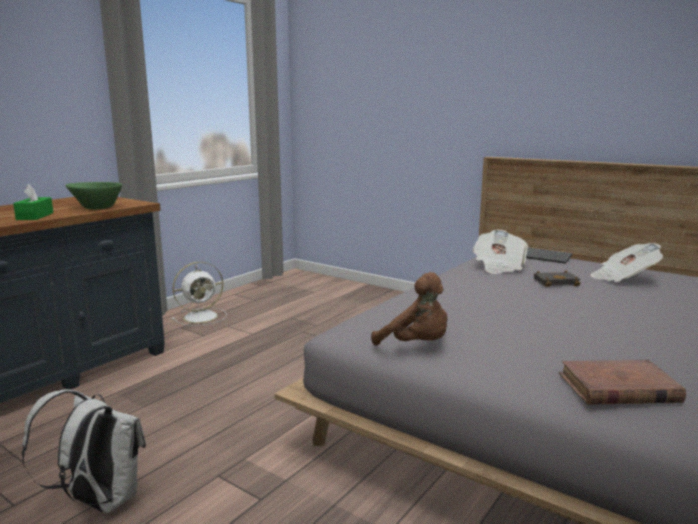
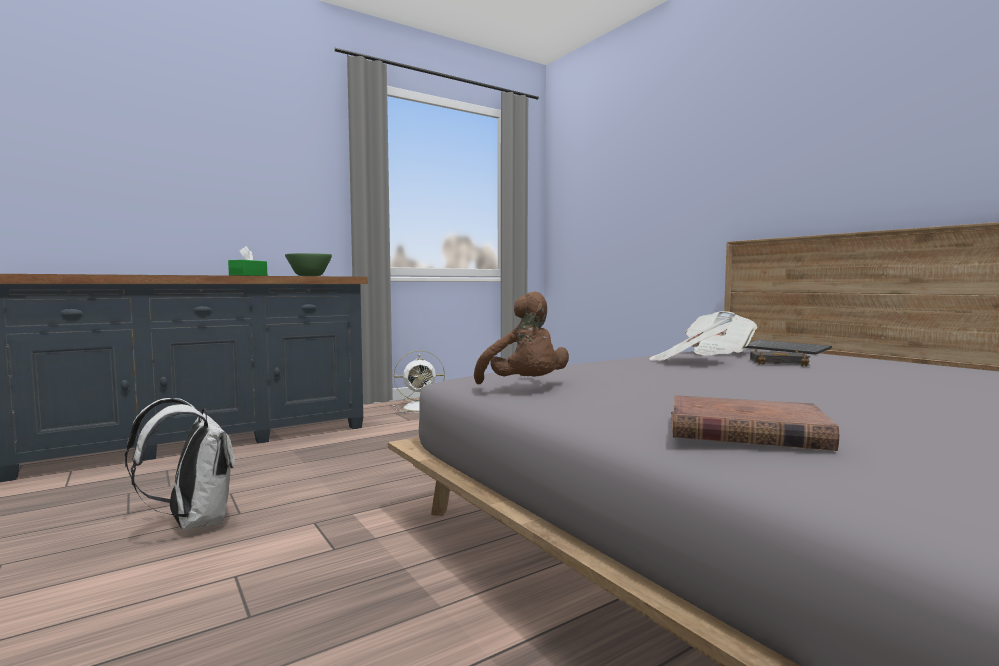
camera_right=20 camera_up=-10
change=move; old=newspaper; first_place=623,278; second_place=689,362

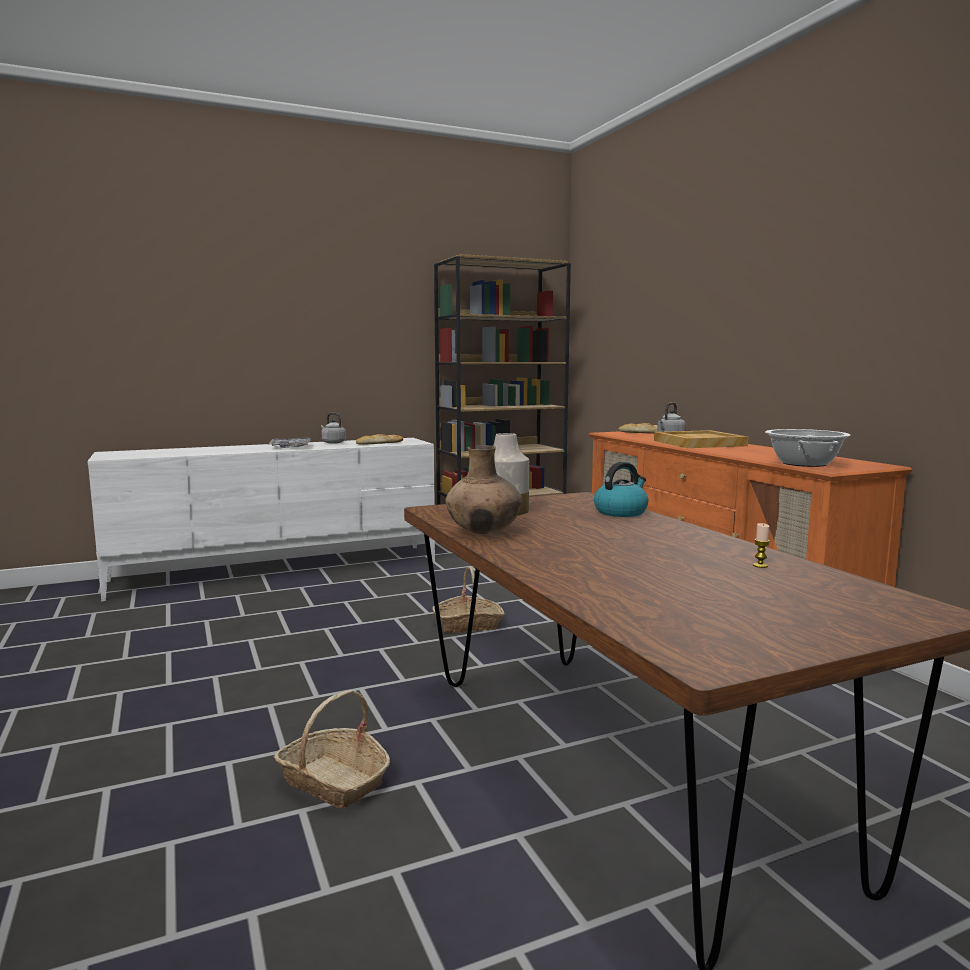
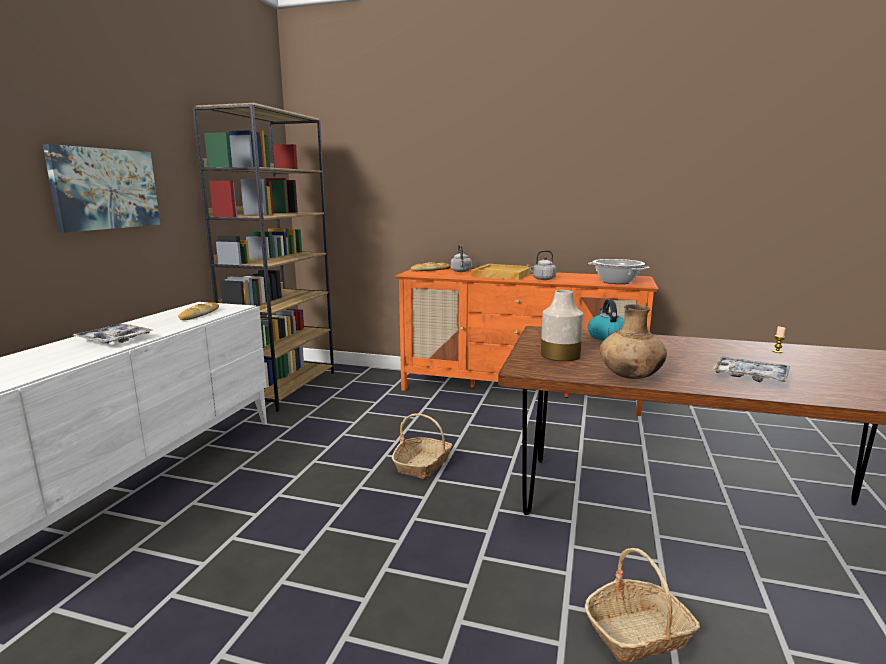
camera_right=-50 camera_up=5
change=insert; new=picture; second_place=105,189
change=move; old=grey kettle; first_place=332,442; second_place=542,279
change=insert; new=tray; second_place=750,377

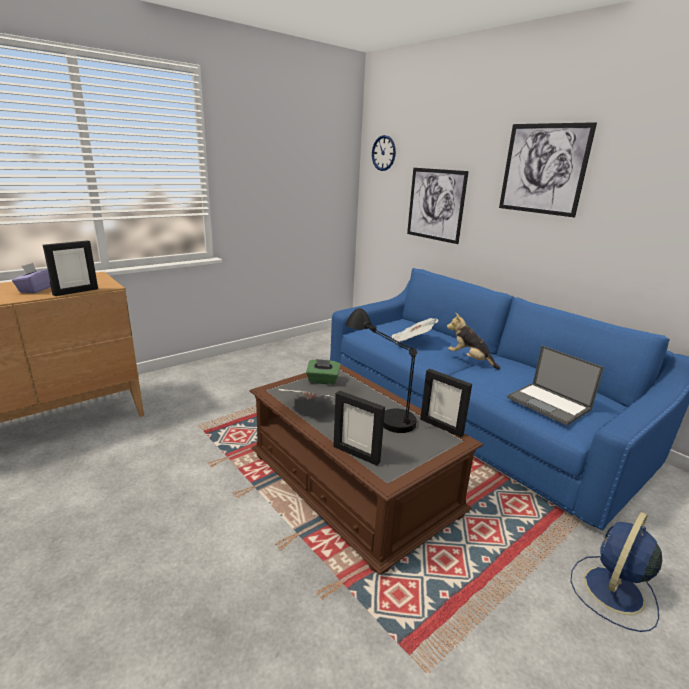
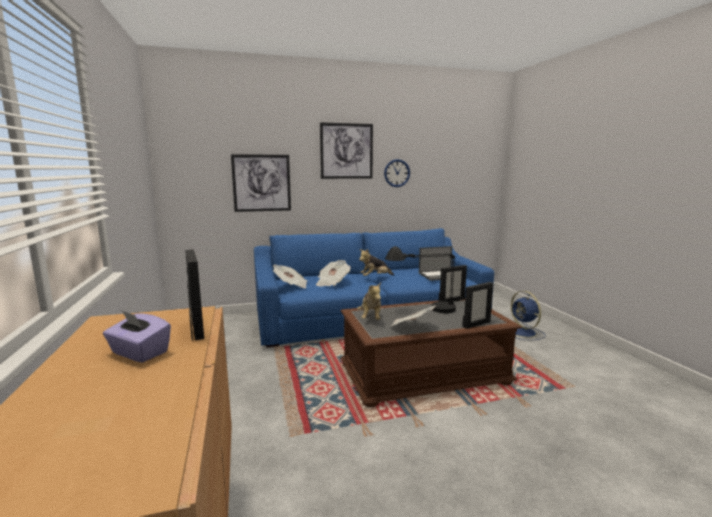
camera_right=-65 camera_up=-10
change=insert; new=newspaper; second_place=291,285
change=replace; old=green tissue box; new=plush toy; first_place=323,381; second_place=371,318
change=move; old=wall clock; first_place=383,153; second_place=397,173

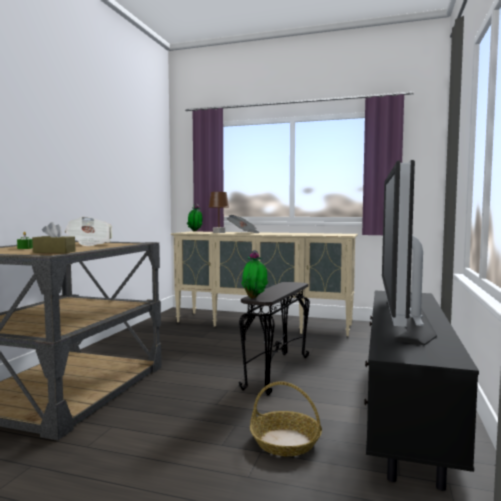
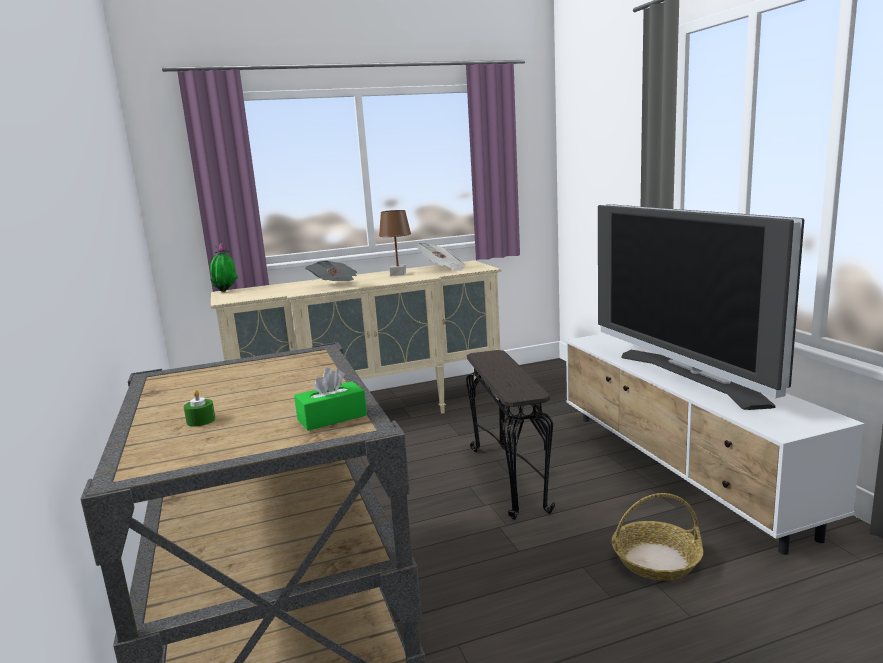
camera_right=-35 camera_up=10
change=recolor; old=brown tissue box; new=green tissue box; first_place=54,252; second_place=332,417
change=move; old=brown table lamp; first_place=218,232; second_place=398,274
change=move; old=newspaper; first_place=89,244; second_place=442,269
change=recolor; old=black tv stand; new=white tv stand; first_place=404,406; second_place=679,469
change=delete; old=potted plant; first_place=255,298

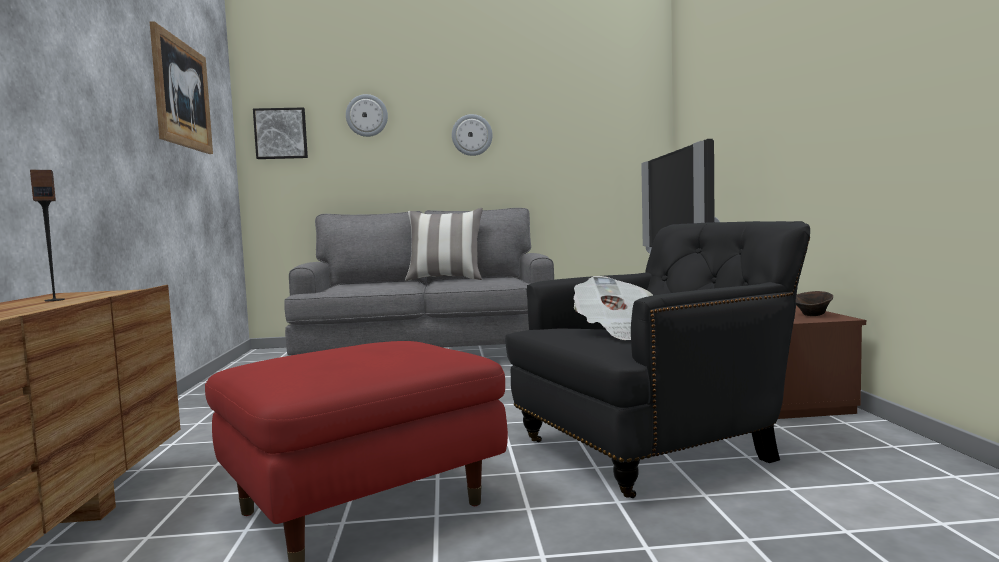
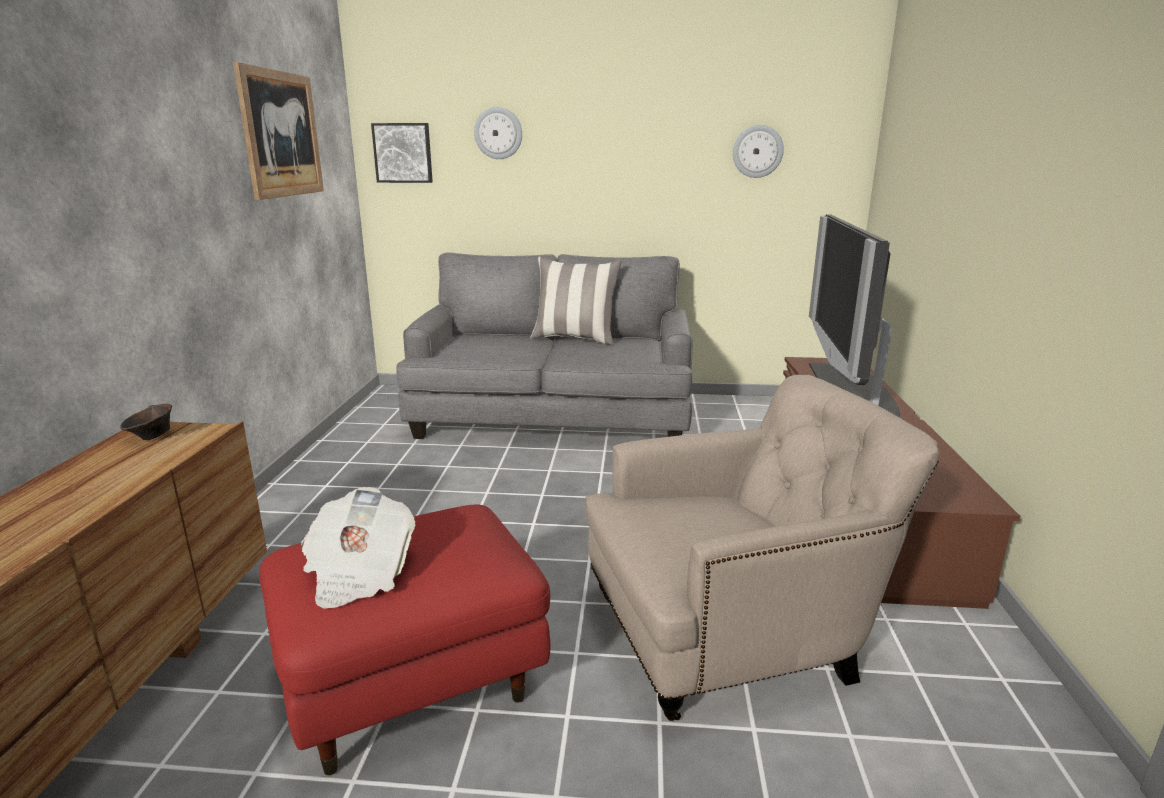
camera_right=10 camera_up=15
change=move; old=brown bowl; first_place=812,315; second_place=152,437
change=move; old=newspaper; first_place=617,331; second_place=359,573
change=recolor; old=black armchair; new=beige armchair; first_place=655,448; second_place=732,636
change=move; old=wall clock; first_place=472,135; second_place=757,151
change=delete; old=speaker; first_place=54,300

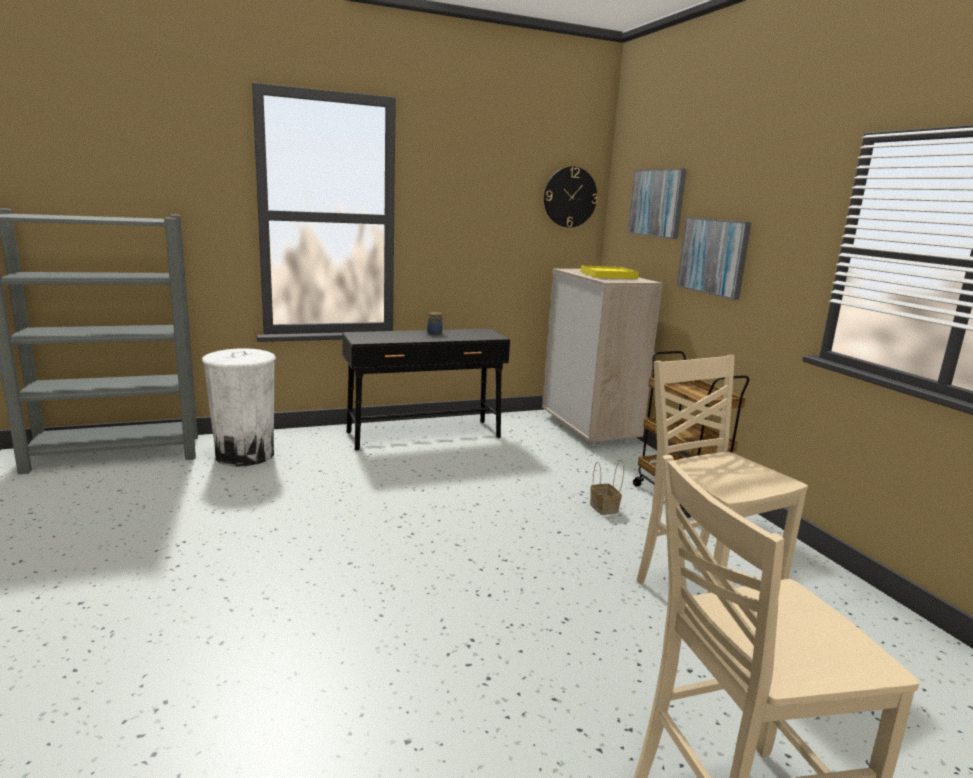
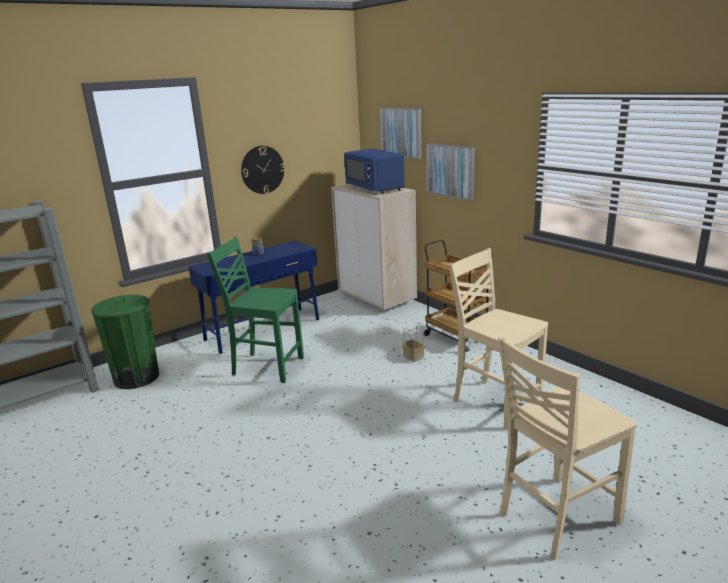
camera_right=-15 camera_up=5
change=recolor; old=white trash can; new=green trash can; first_place=245,455; second_place=136,377
change=recolor; old=black console table; new=blue console table; first_place=424,435; second_place=263,330
change=insert; new=green chair; second_place=266,367
change=move; old=wall clock; first_place=570,197; second_place=262,169
change=replace; old=yellow tray; new=blue microwave; first_place=608,275; second_place=375,188

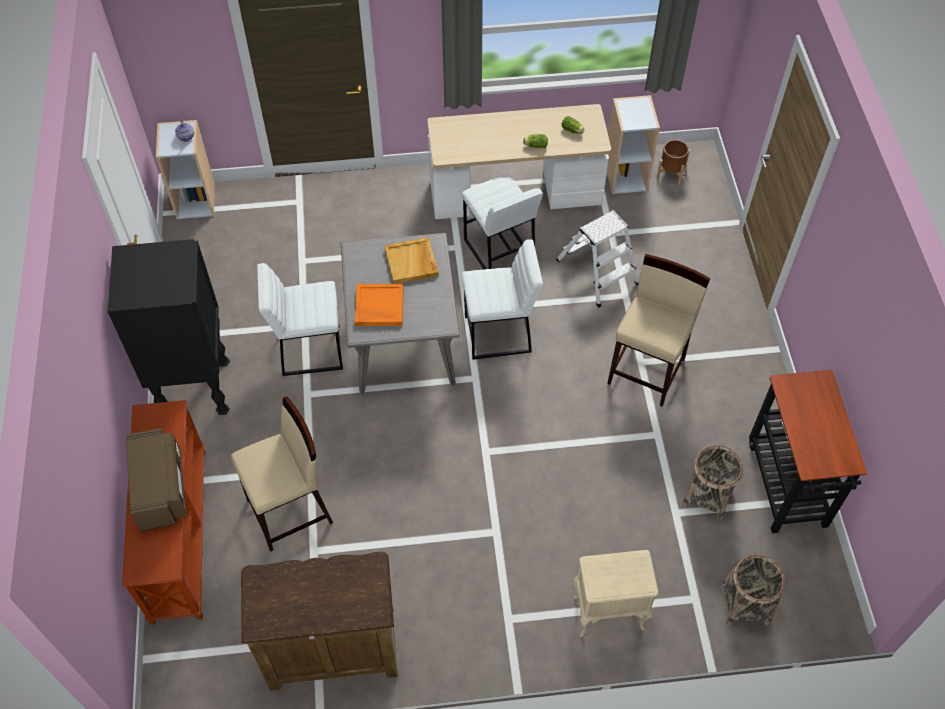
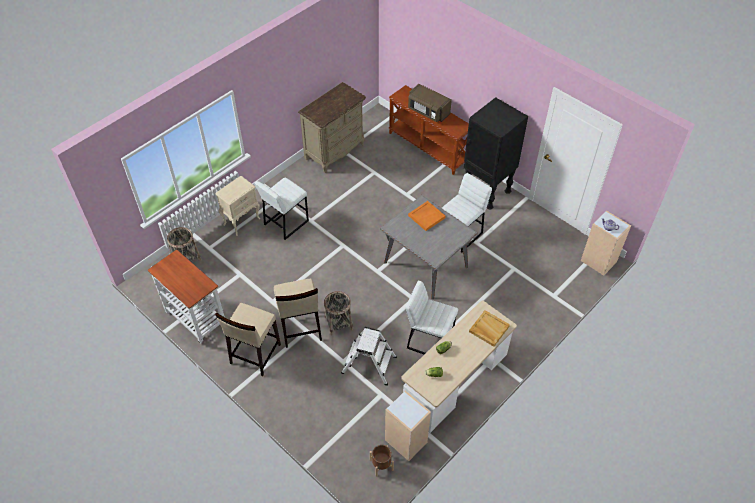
camera_right=140 camera_up=-5
change=recolor; old=black cart; new=white cart; first_place=787,486; second_place=195,318
change=move; old=beige stool; first_place=291,511; second_place=255,354
change=move; old=white chair; first_place=499,333; second_place=285,223
change=move; old=basket; first_place=707,496; second_place=338,322
change=move; old=beige tray; first_place=412,262; second_place=488,329

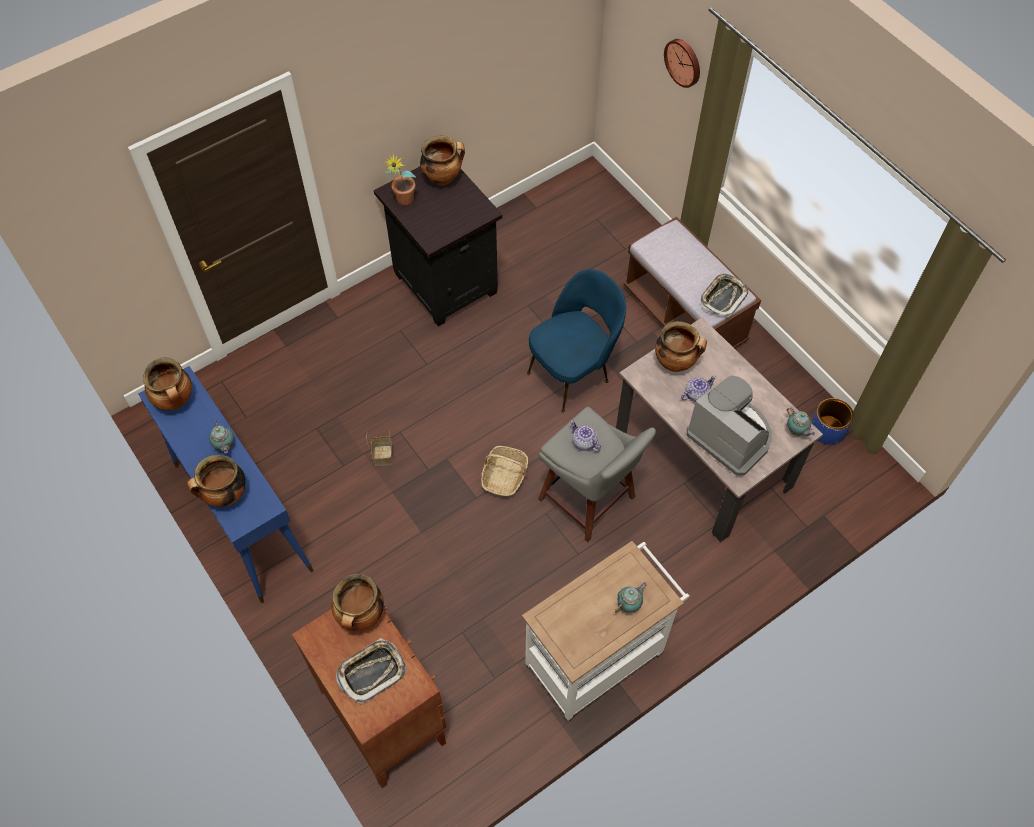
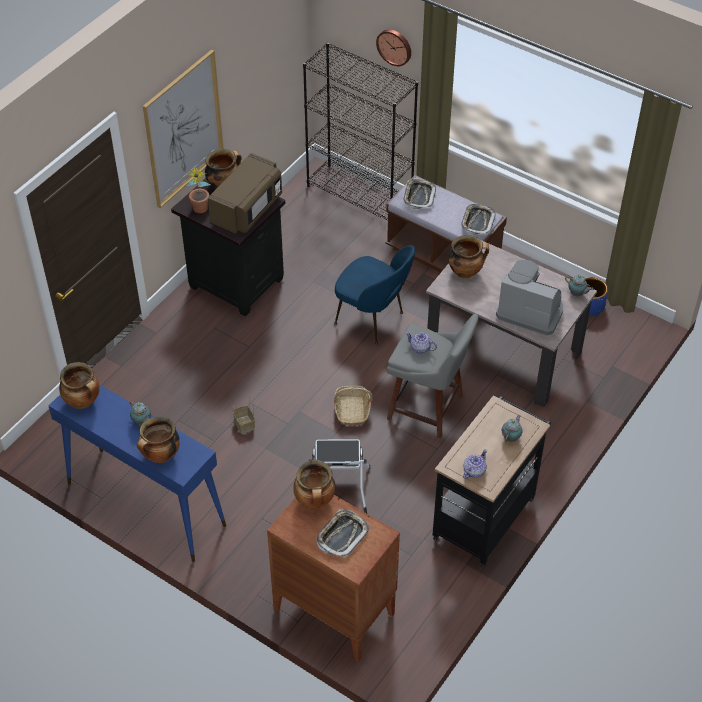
camera_right=-20 camera_up=-10
change=insert; new=picture; second_place=183,129
change=insert; new=brown microwave; second_place=247,209
change=insert; new=black bookcase; second_place=360,195
change=insert; new=step ladder; second_place=338,489
change=rotate; old=blue chair; first_place=573,374; second_place=373,321; degrees=90
change=insert; new=tray; second_place=419,196
change=recolor; old=white cart; new=black cart; first_place=598,658; second_place=486,516
change=move; old=teapot; first_place=696,394; second_place=474,471

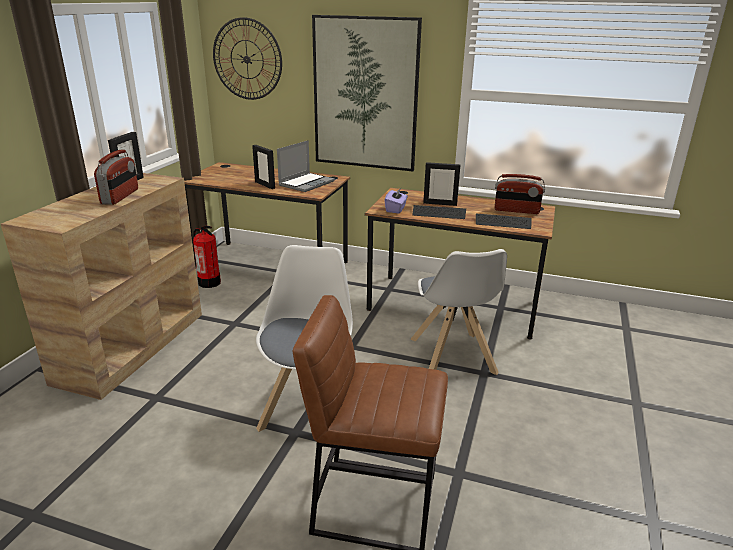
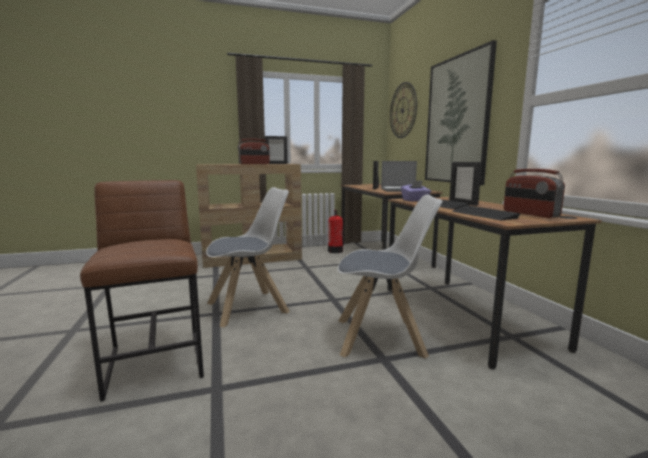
camera_right=55 camera_up=-15
change=rotate; old=chair; first_place=453,357; second_place=382,338; degrees=-135

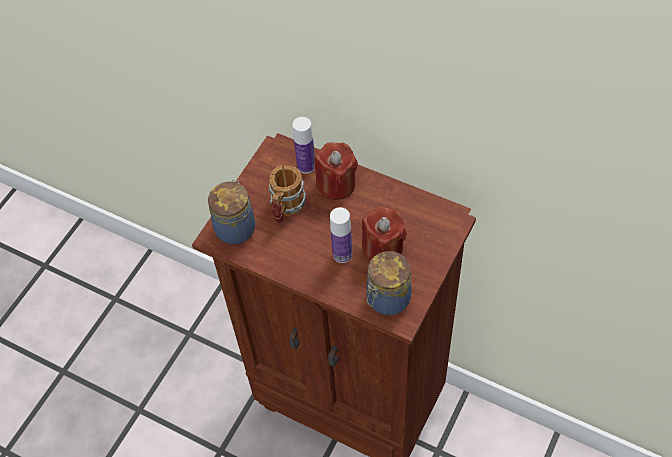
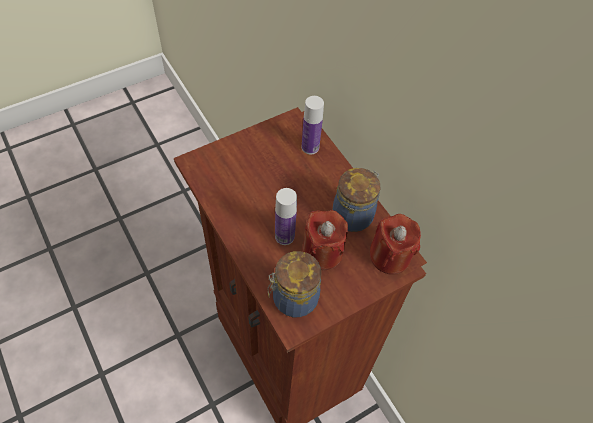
camera_right=25 camera_up=0
change=move; old=jar; first_place=236,227; second_place=354,215
change=move; old=red candle; first_place=336,184; second_place=390,256
change=delete; old=mug; first_place=286,208

